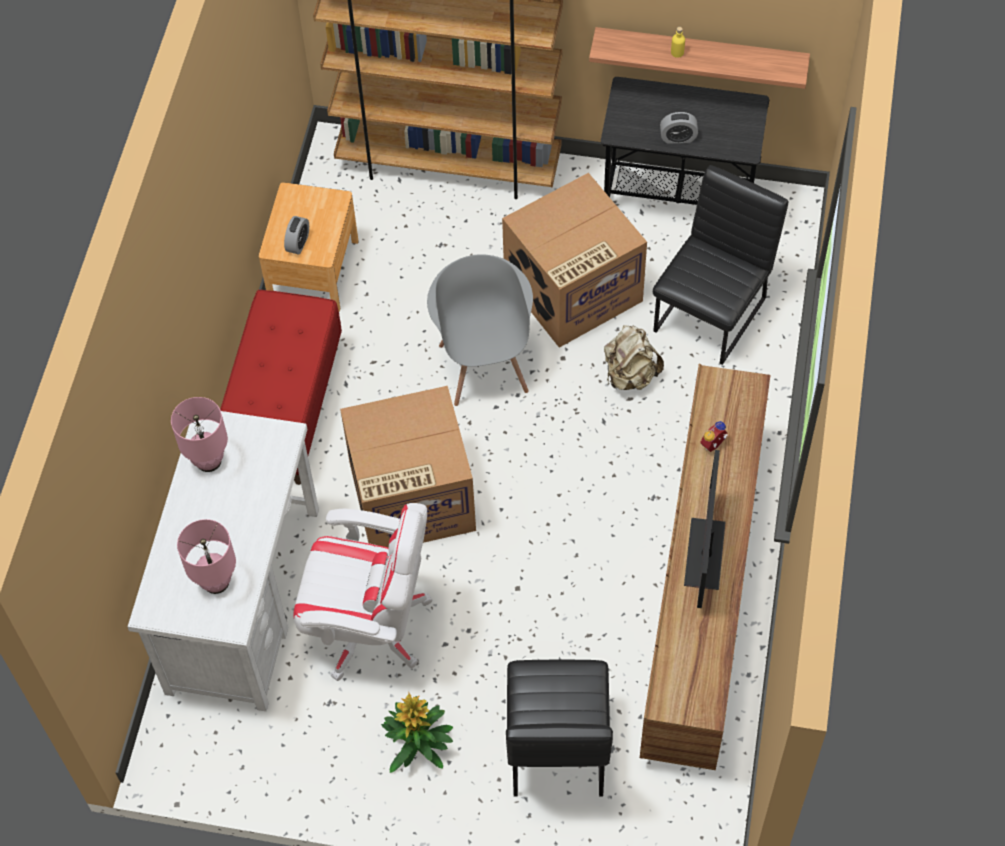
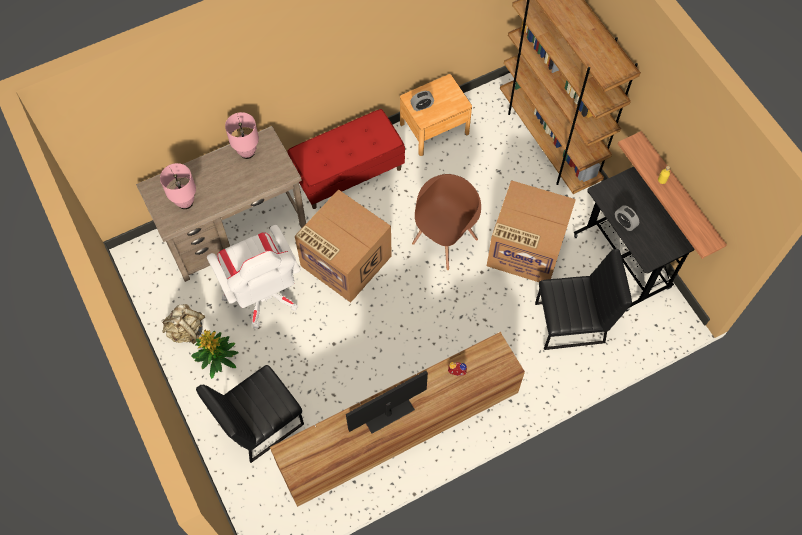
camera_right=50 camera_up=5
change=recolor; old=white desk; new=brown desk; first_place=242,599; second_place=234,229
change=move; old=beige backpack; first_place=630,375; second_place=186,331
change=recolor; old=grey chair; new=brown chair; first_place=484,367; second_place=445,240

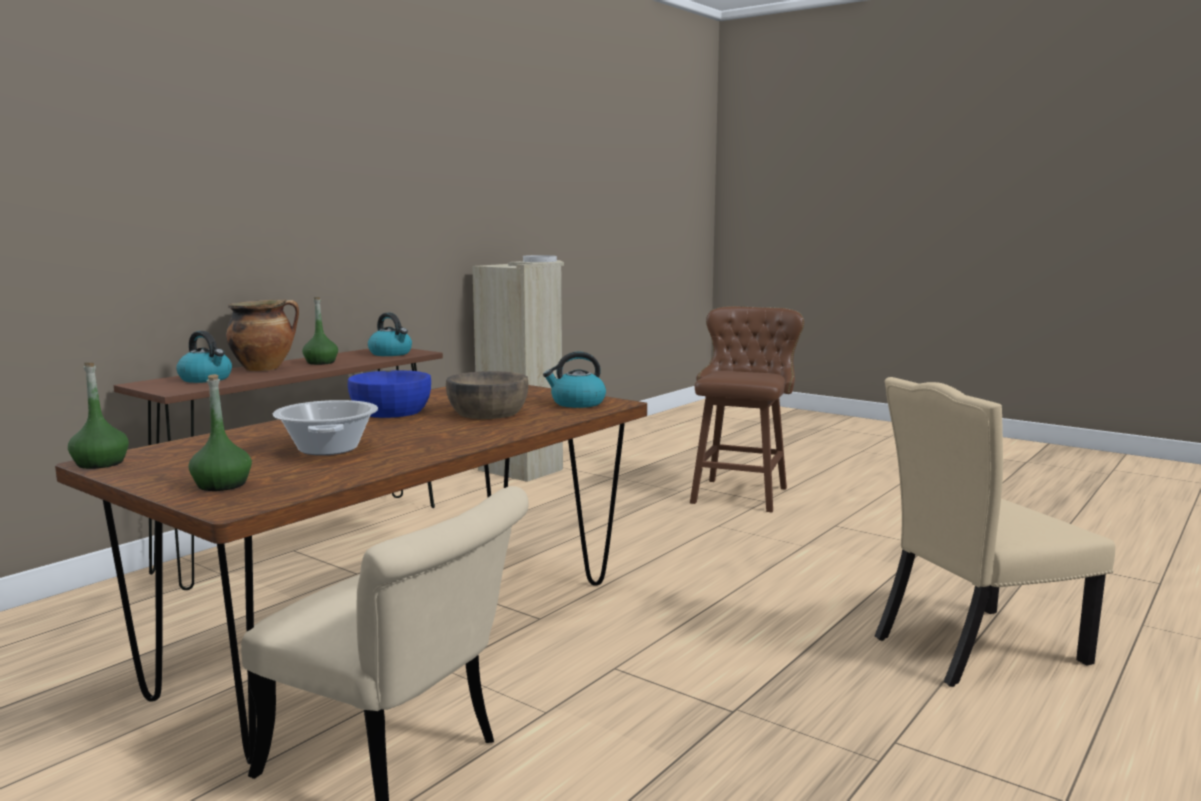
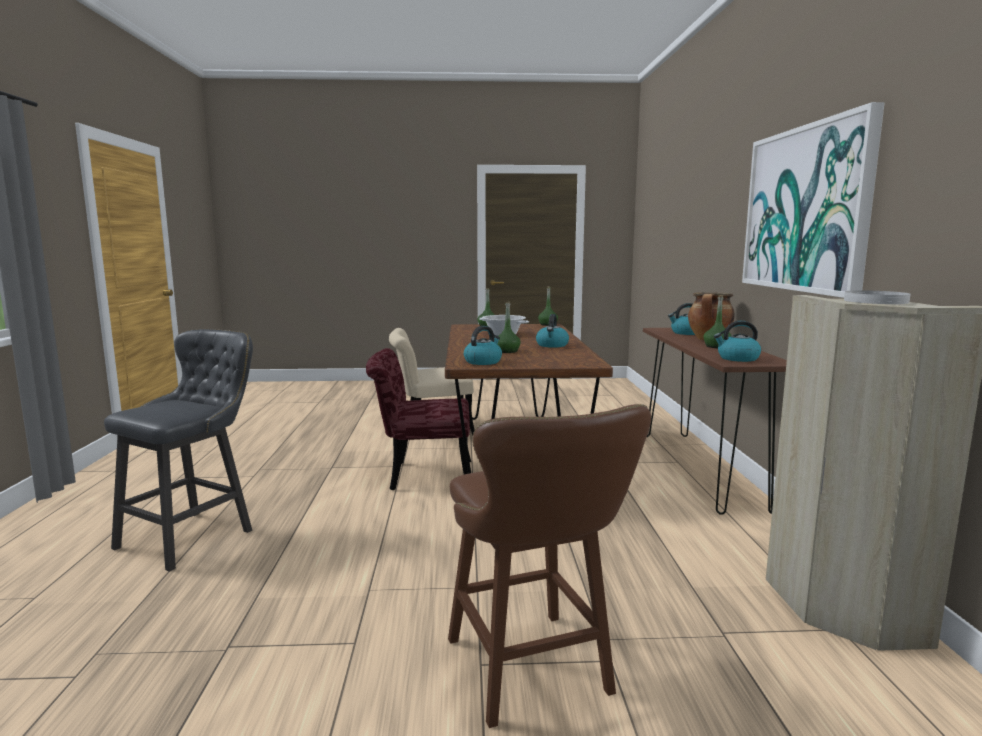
camera_right=140 camera_up=0
change=replace; old=beige chair; new=grey stool; first_place=979,647; second_place=197,533
change=insert; new=red chair; second_place=421,476
change=replace; old=brown bowl; new=green bottle; first_place=488,412; second_place=507,351
change=replace; old=blue bowl; new=kettle; first_place=391,411; second_place=552,345
change=insert; new=picture; second_place=805,209

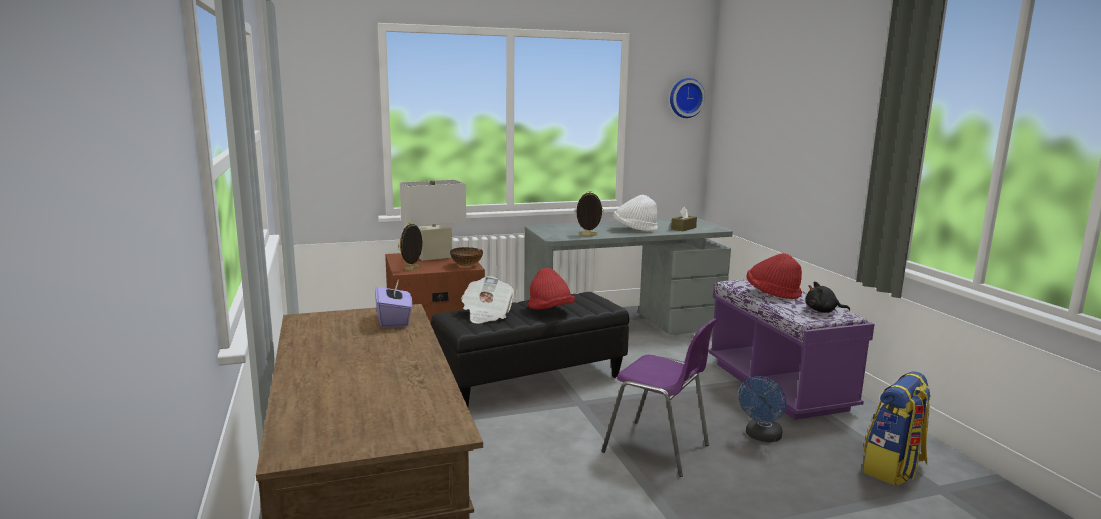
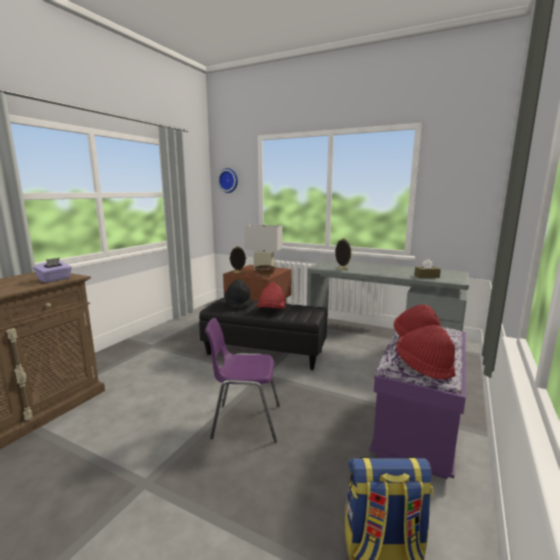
camera_right=45 camera_up=0
change=rotate; old=purple chair; first_place=658,449; second_place=245,421; degrees=105
change=move; old=wall clock; first_place=685,98; second_place=228,180
change=replace; old=newspaper; new=black hat; first_place=487,314; second_place=238,304
change=replace; old=black plush toy; new=red hat; first_place=823,311; second_place=423,366
change=delete; old=white hat; first_place=634,229
change=delete; old=blue fan; first_place=761,437

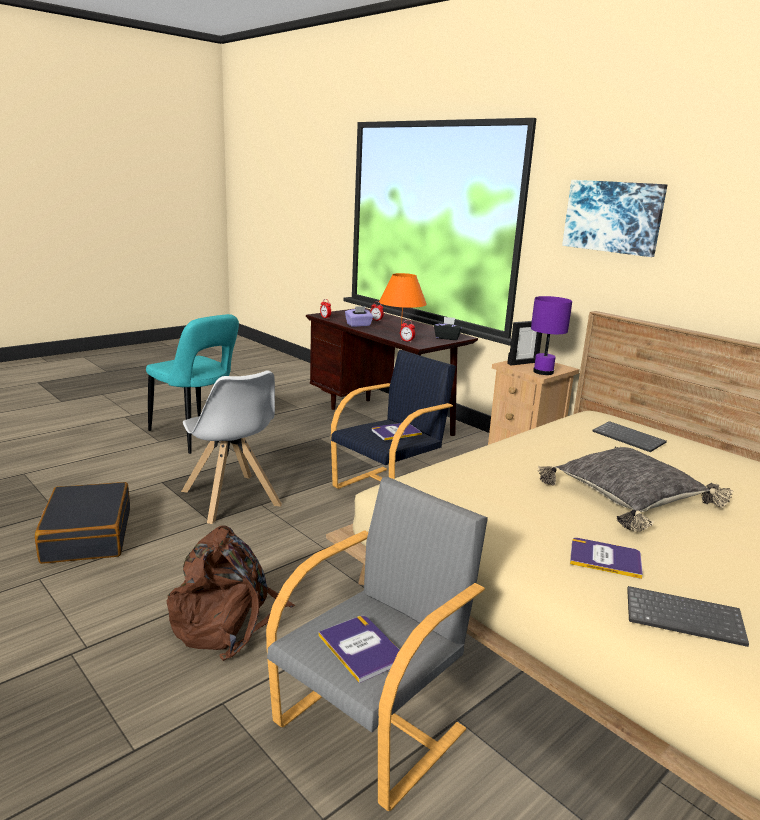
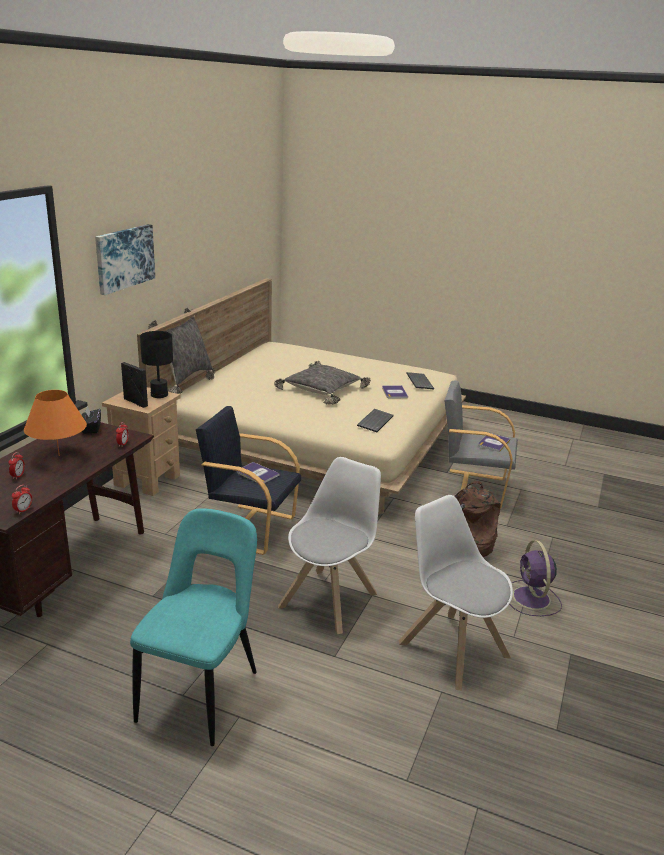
camera_right=-115 camera_up=5
change=recolor; old=purple table lamp; new=black table lamp; first_place=543,372; second_place=159,394
change=insert; new=pillow; second_place=184,385
change=move; old=keyboard; first_place=629,438; second_place=374,421
change=replace; old=black suitcase; new=chair; first_place=87,535; second_place=451,647
change=insert; new=purple fan; second_place=532,599
change=delete; old=purple tissue box; first_place=358,325

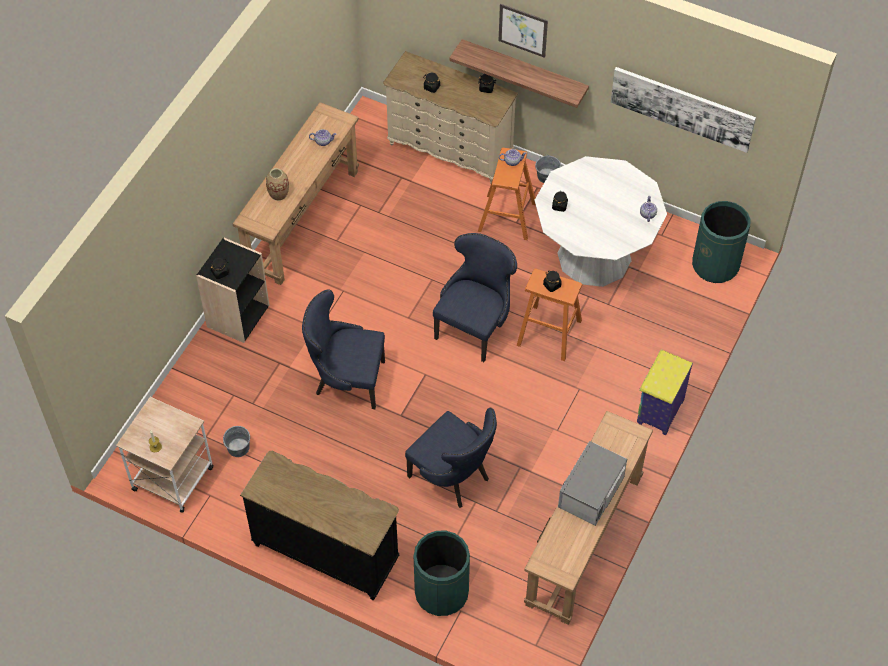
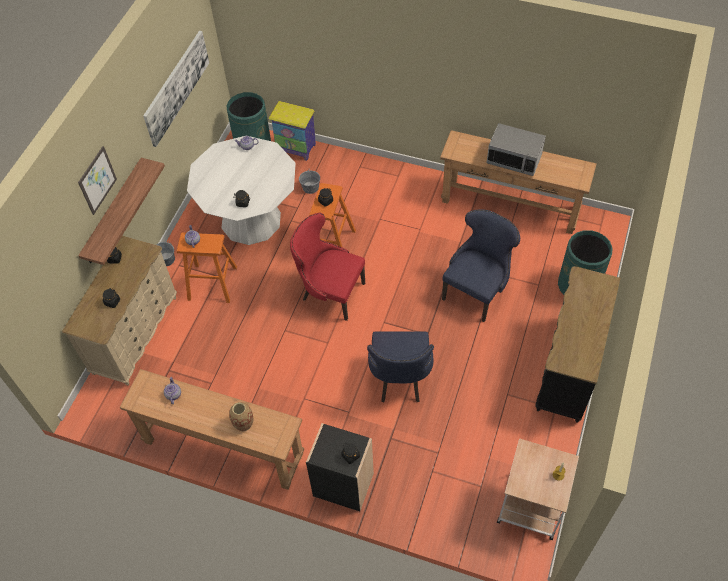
camera_right=-95 camera_up=0
change=move; old=nightstand; first_place=658,412; second_place=296,149
change=recolor; old=blue chair; new=red chair; first_place=475,326; second_place=330,293
change=move; old=grey bucket; first_place=238,448; second_place=310,187

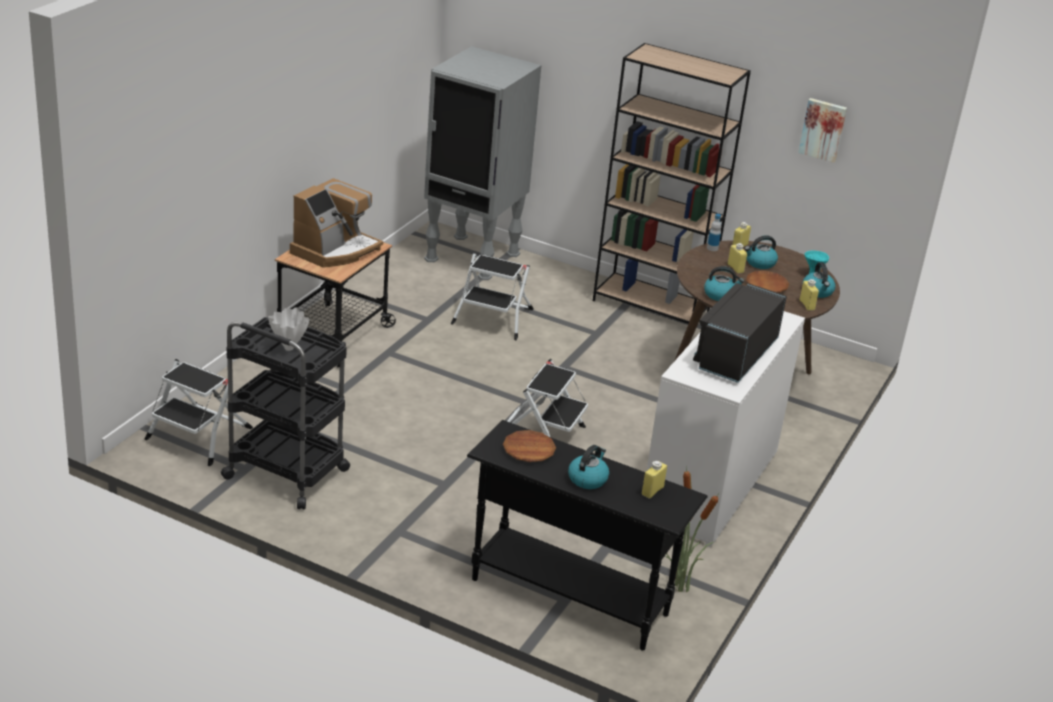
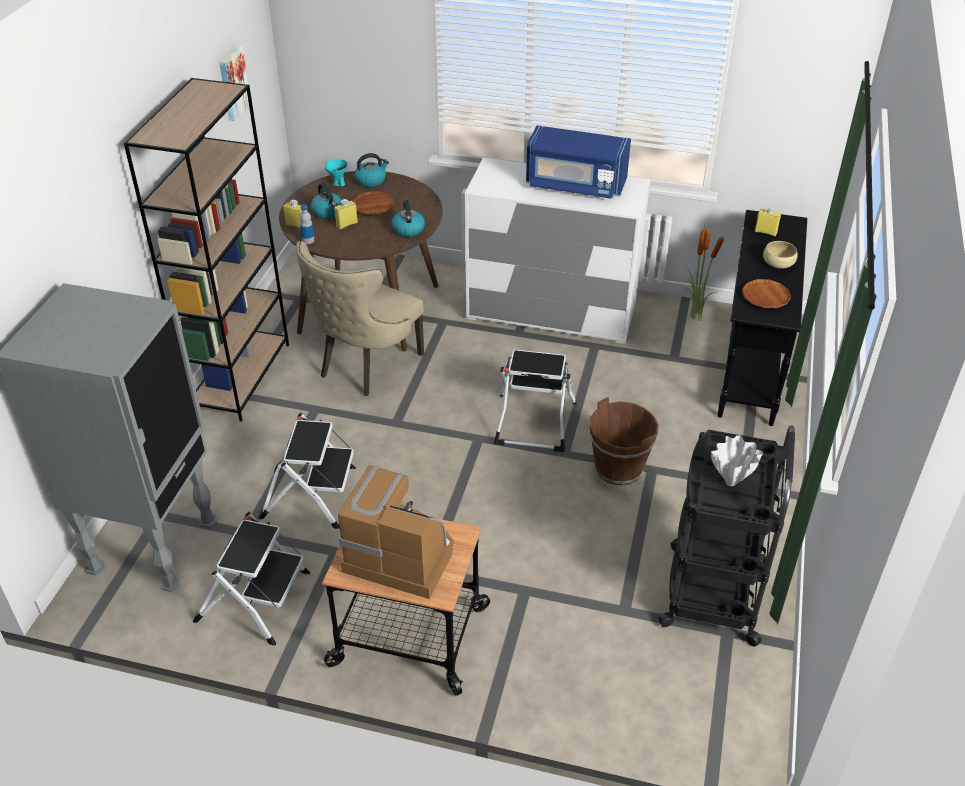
camera_right=-100 camera_up=10
change=move; old=step ladder; first_place=199,435; second_place=254,599
change=insert; new=beige chair; second_place=366,365
change=recolor; old=black microwave; new=blue microwave; first_place=735,355; second_place=575,185
change=insert; new=brown bucket; second_place=618,468
change=replace; old=kettle; new=beige bowl; first_place=587,479; second_place=778,263
change=delete; old=yellow bottle; first_place=807,305

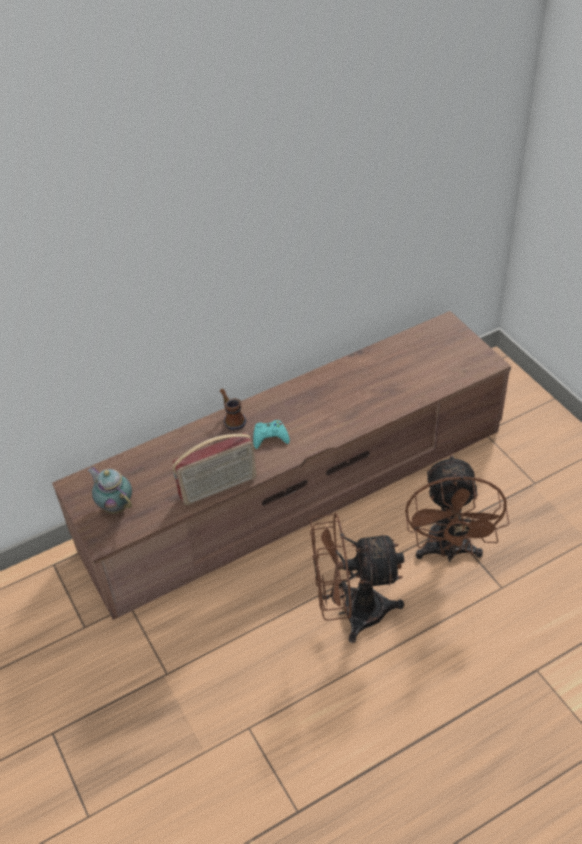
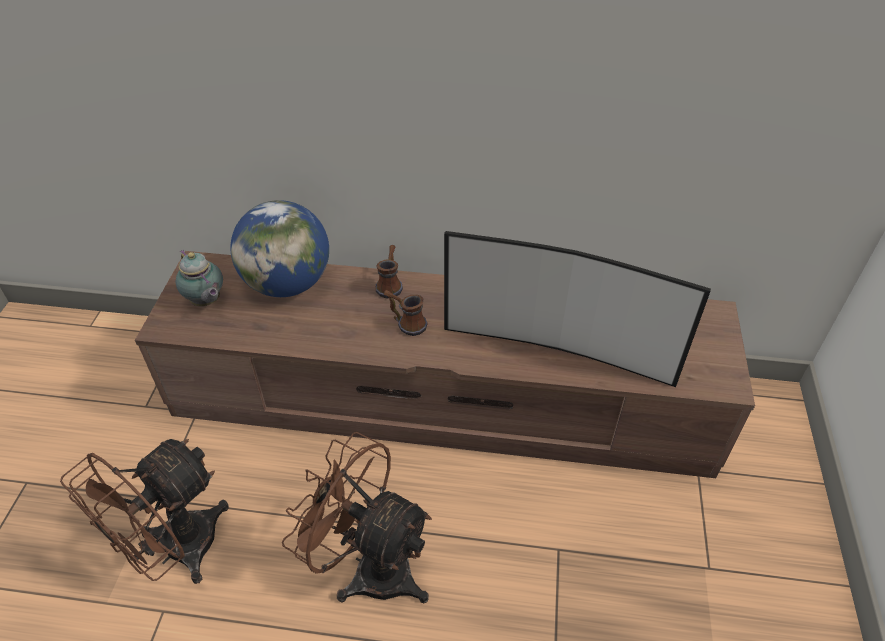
camera_right=35 camera_up=0
change=move; old=brown fan; first_place=448,551; second_place=176,551
change=rotate; old=teapot; first_place=115,505; second_place=206,302; degrees=150
change=insert; new=globe; second_place=287,283
change=replace; old=turquoise game controller; new=mug; first_place=270,437; second_place=406,323
change=insert; new=television; second_place=558,349
change=delete; old=radio; first_place=218,487

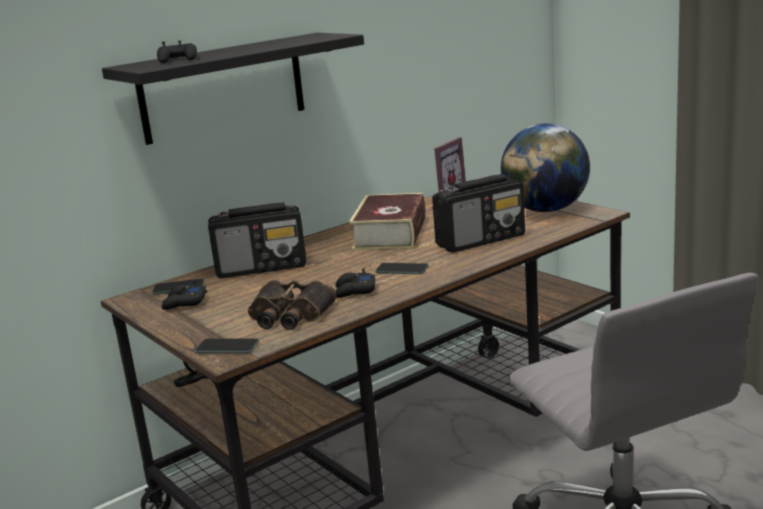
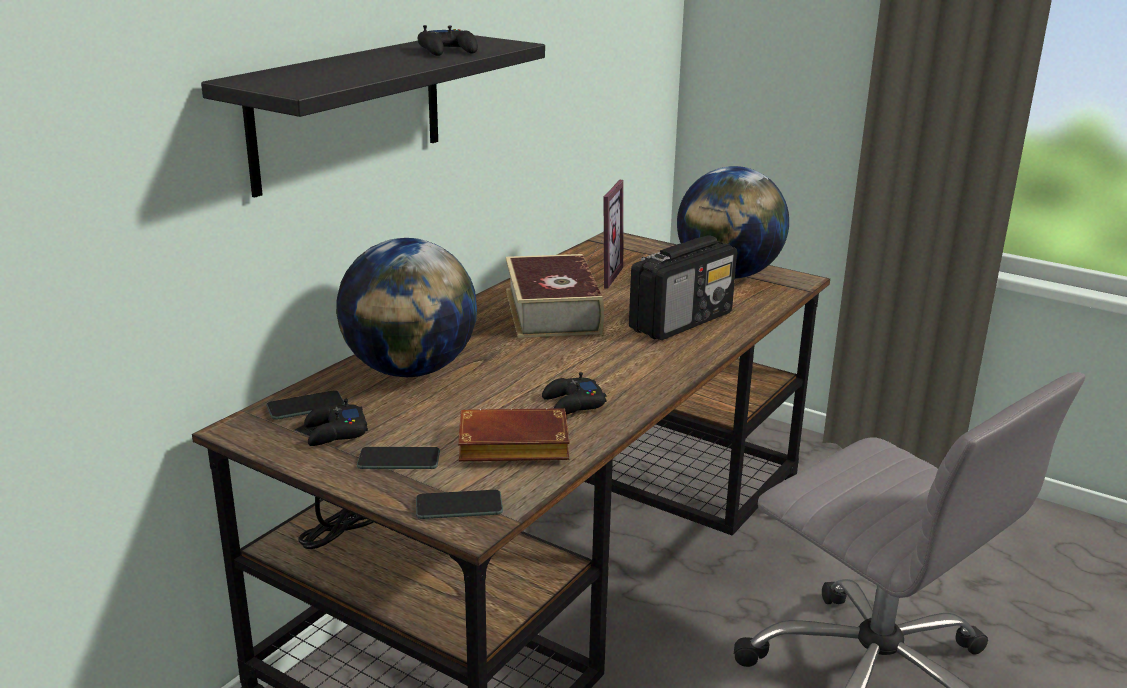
camera_right=-20 camera_up=5
change=replace; old=radio; new=globe; first_place=262,268; second_place=410,370
change=move; old=phone; first_place=402,269; second_place=398,459
change=move; old=black game controller; first_place=179,59; second_place=447,51
change=replace; old=binoculars; new=brown book; first_place=289,315; second_place=510,447

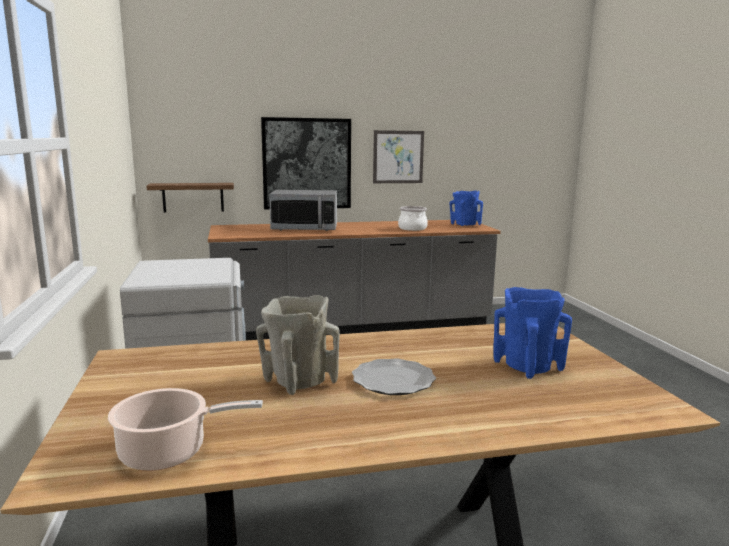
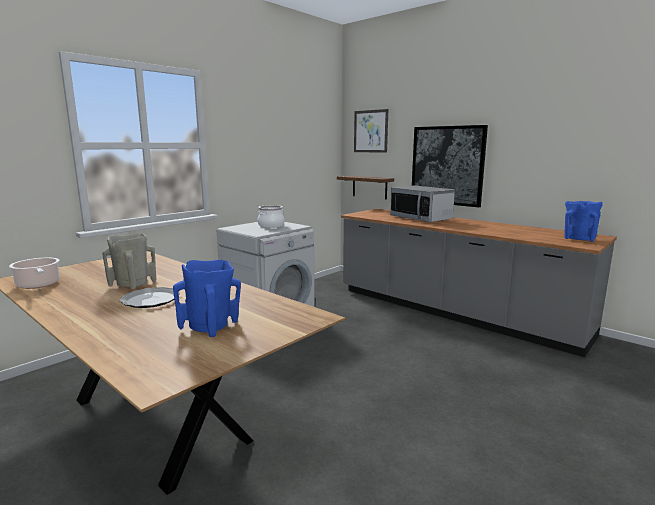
camera_right=55 camera_up=0
change=move; old=cooking pot; first_place=412,228; second_place=271,225
change=move; old=picture; first_place=398,157; second_place=370,131

